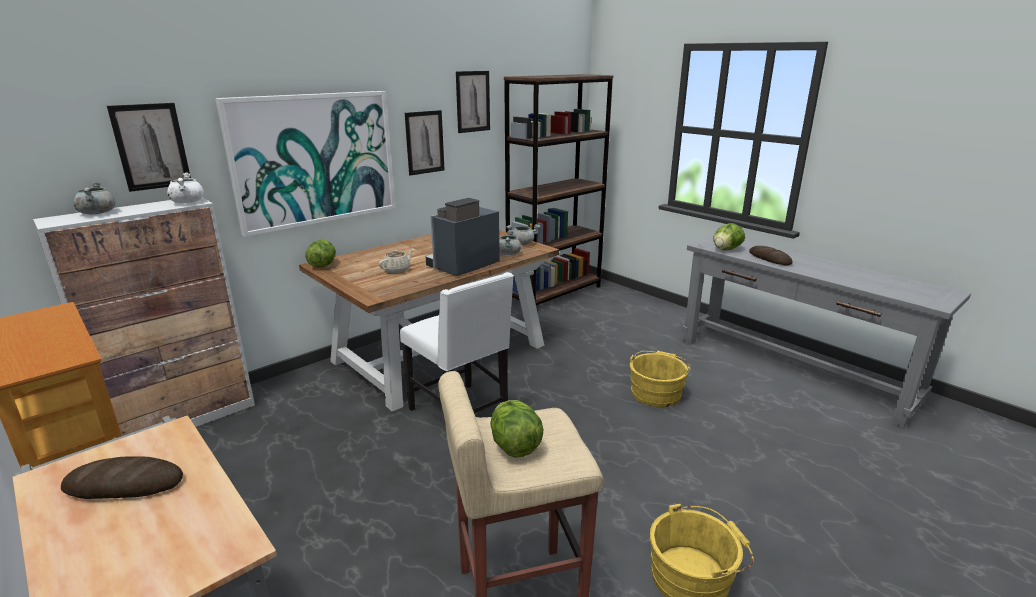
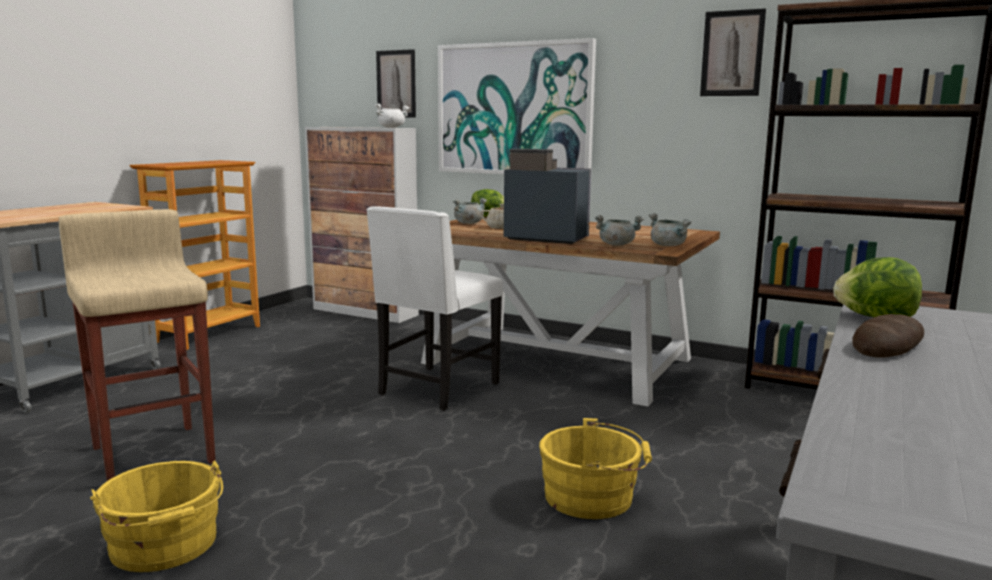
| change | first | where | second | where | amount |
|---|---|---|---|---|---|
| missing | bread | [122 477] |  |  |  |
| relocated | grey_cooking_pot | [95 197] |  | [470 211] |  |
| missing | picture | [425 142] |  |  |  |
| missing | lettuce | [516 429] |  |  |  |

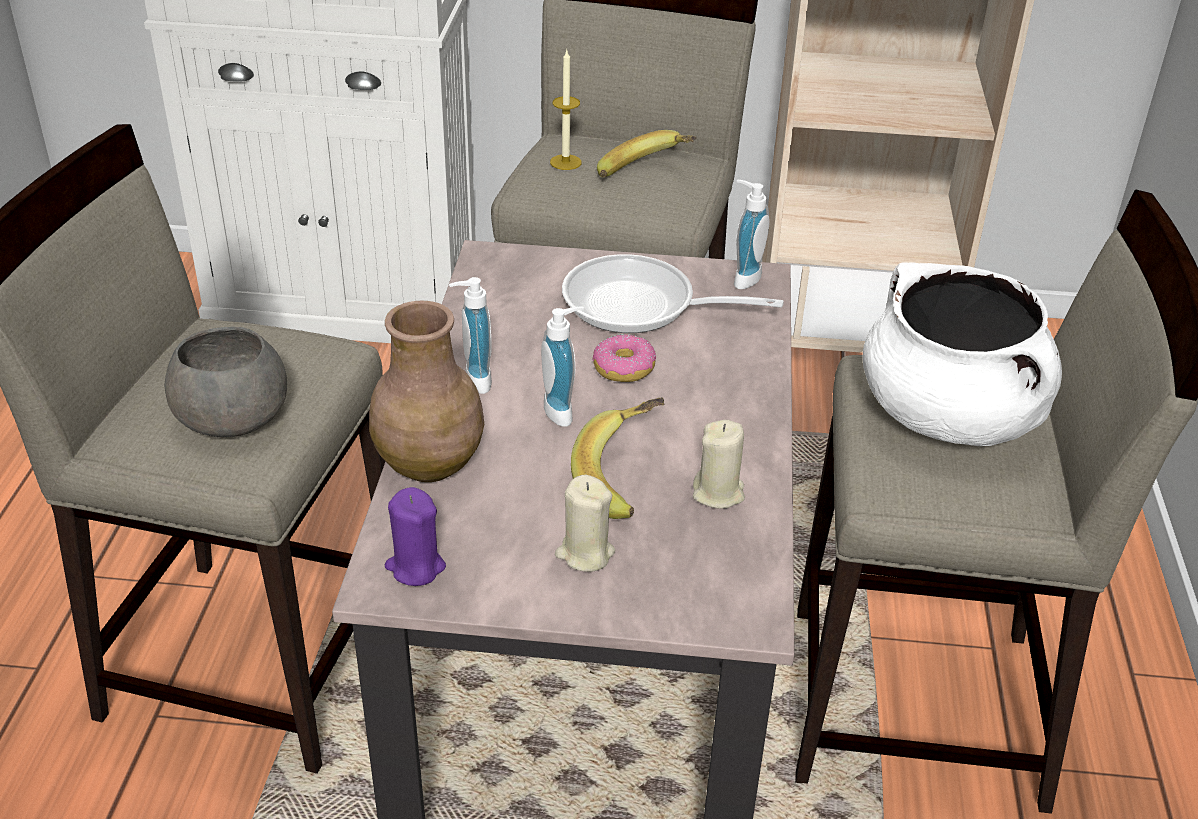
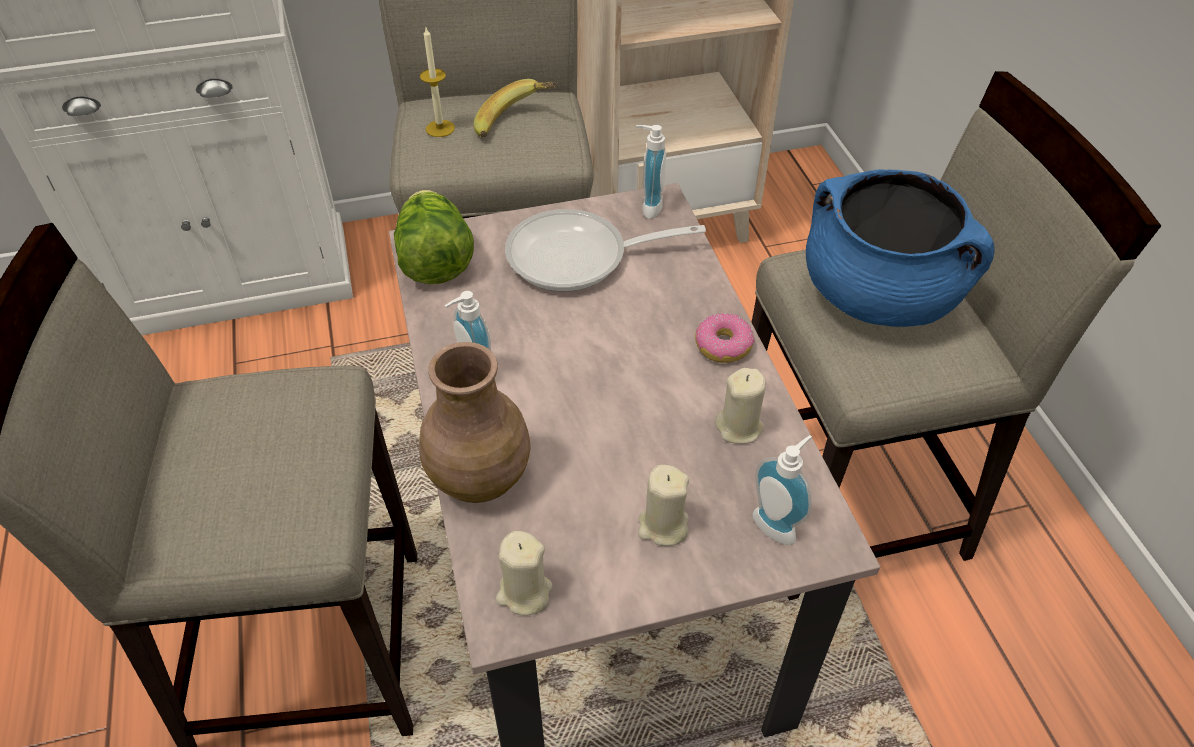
| change | first | where | second | where | amount |
|---|---|---|---|---|---|
| missing | grey_bowl | [226 381] |  |  |  |
| colour | purple_candle | [415 536] | beige_candle | [524 573] |  |
| relocated | soap_dispenser | [562 366] |  | [782 490] |  |
| missing | banana | [618 458] |  |  |  |
| relocated | donut | [624 358] |  | [725 338] |  |
| colour | white_cooking_pot | [962 354] | blue_cooking_pot | [900 248] |  |
| appeared |  |  | lettuce | [434 237] |  |

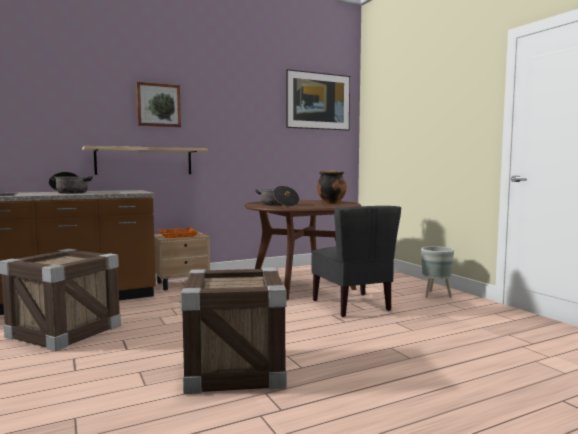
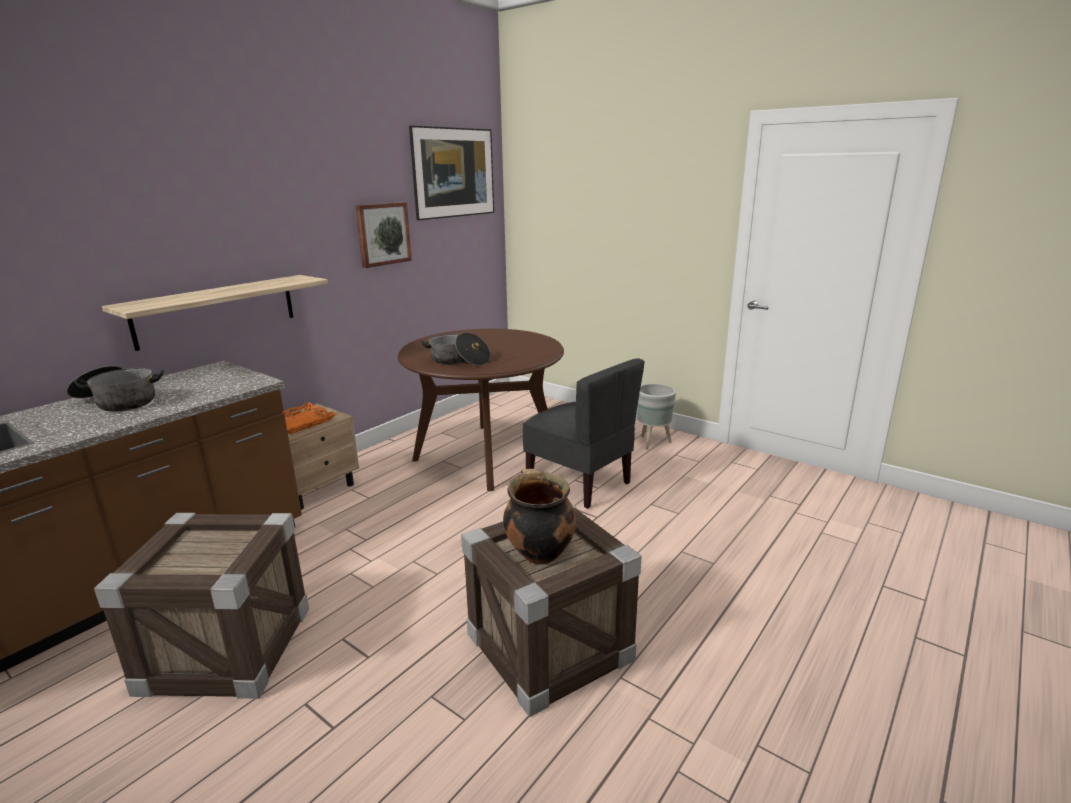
| change | first | where | second | where | amount |
|---|---|---|---|---|---|
| relocated | picture | [158 104] |  | [384 235] |  |
| relocated | cooking_pot | [332 187] |  | [539 517] |  |

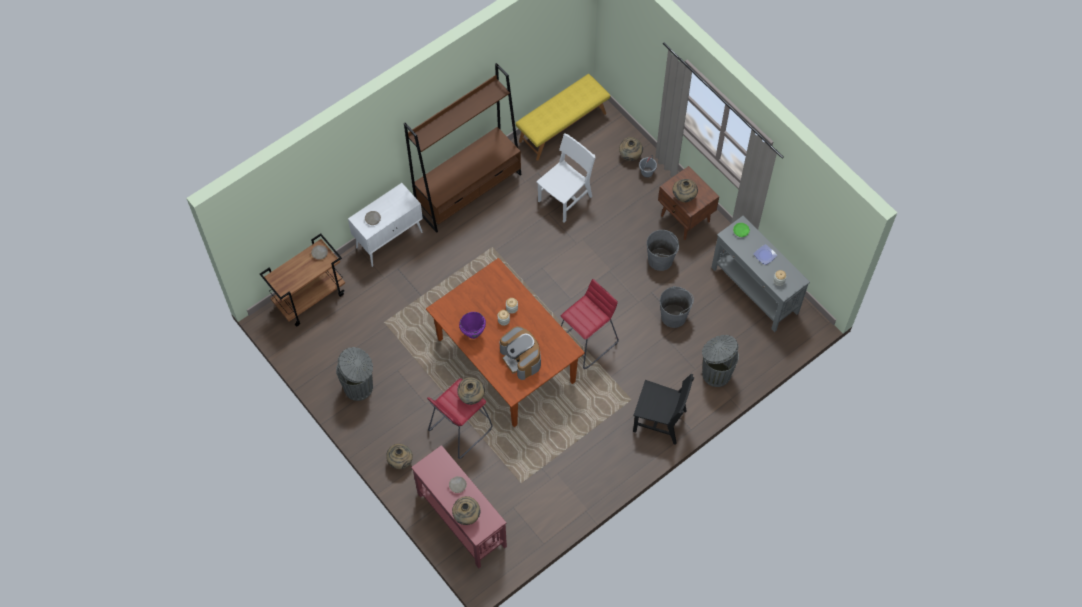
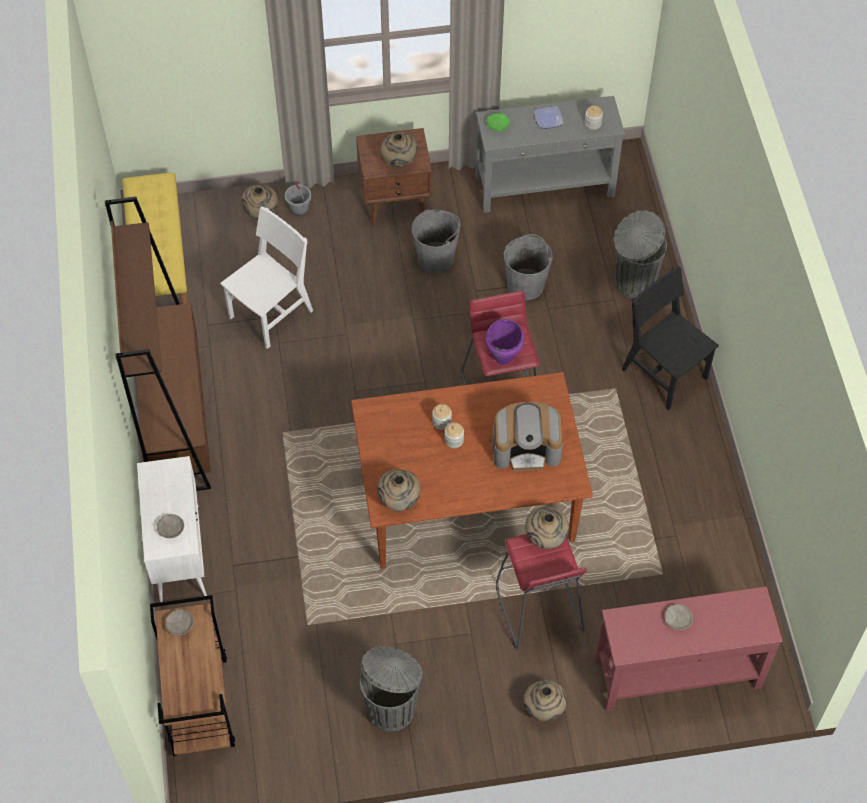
| change | first | where | second | where | amount |
|---|---|---|---|---|---|
| relocated | beige_vase | [466 510] |  | [399 490] |  |
| relocated | purple_cooking_pot | [472 325] |  | [504 342] |  |
| spun | white_chair | [566 177] |  | [266 277] | 60 degrees clockwise |
| spun | black_chair | [664 409] |  | [670 338] | 90 degrees counterclockwise |

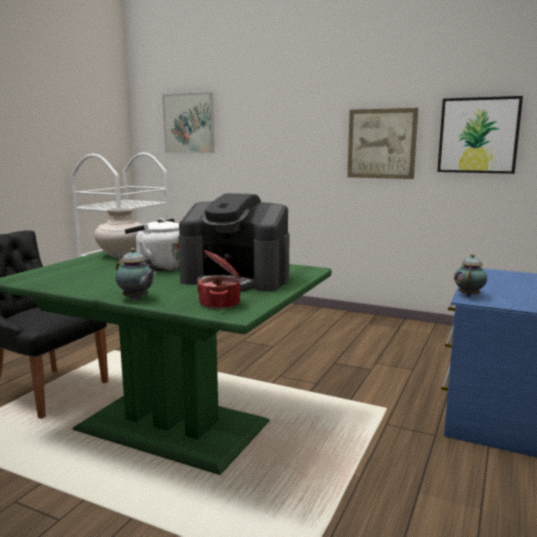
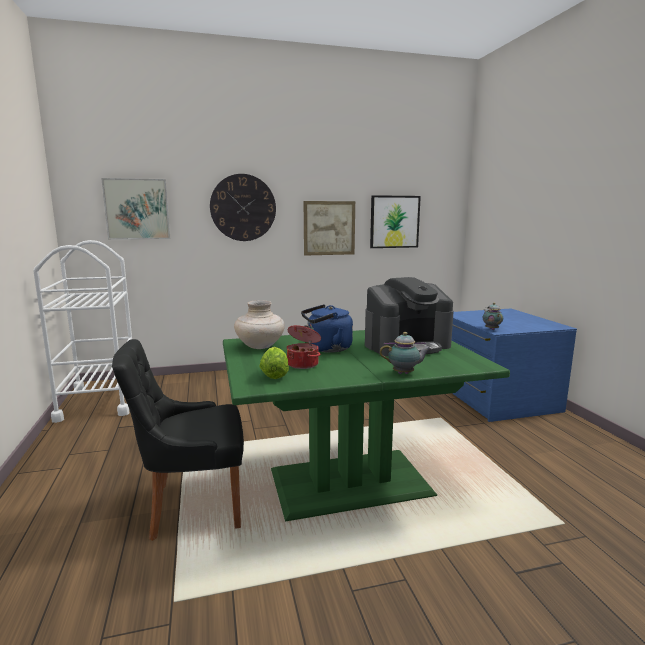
| change | first | where | second | where | amount |
|---|---|---|---|---|---|
| colour | white_kettle | [152 244] | blue_kettle | [327 328] |  |
| relocated | cooking_pot | [219 279] |  | [303 347] |  |
| appeared |  |  | wall_clock | [243 207] |  |
| appeared |  |  | lettuce | [274 363] |  |

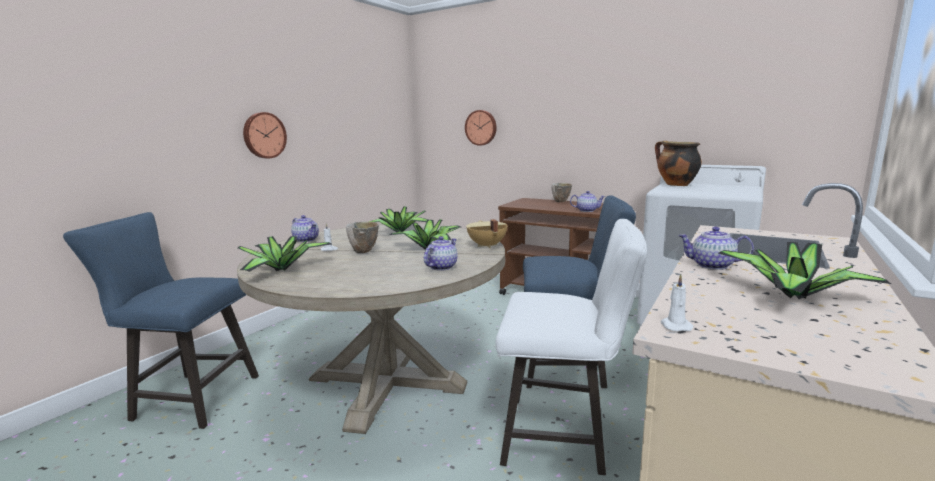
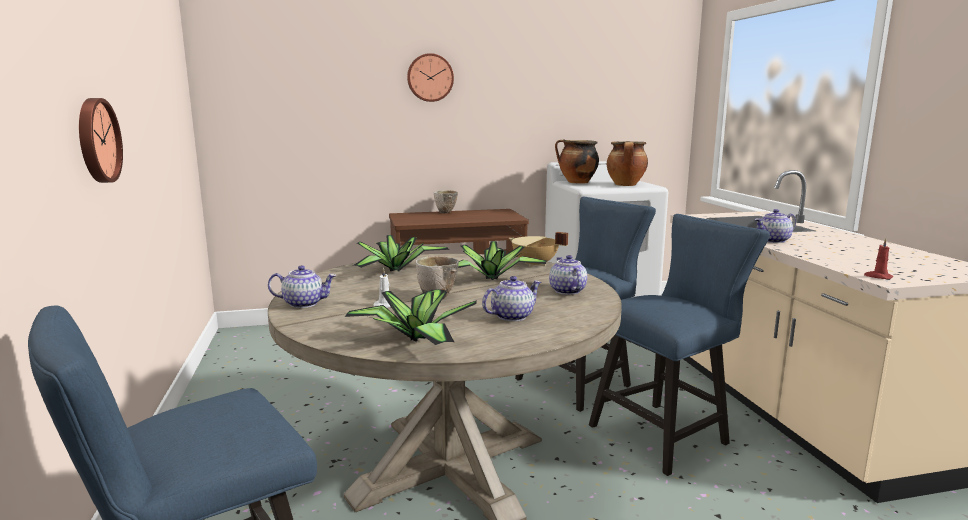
| change | first | where | second | where | amount |
|---|---|---|---|---|---|
| relocated | wall_clock | [481 128] |  | [430 77] |  |
| colour | white_chair | [571 347] | blue_chair | [679 345] |  |
| relocated | teapot | [587 201] |  | [511 299] |  |
| colour | white_candle | [677 303] | red_candle | [878 258] |  |
| missing | potted_plant | [805 270] |  |  |  |
| appeared |  |  | cooking_pot | [627 163] |  |

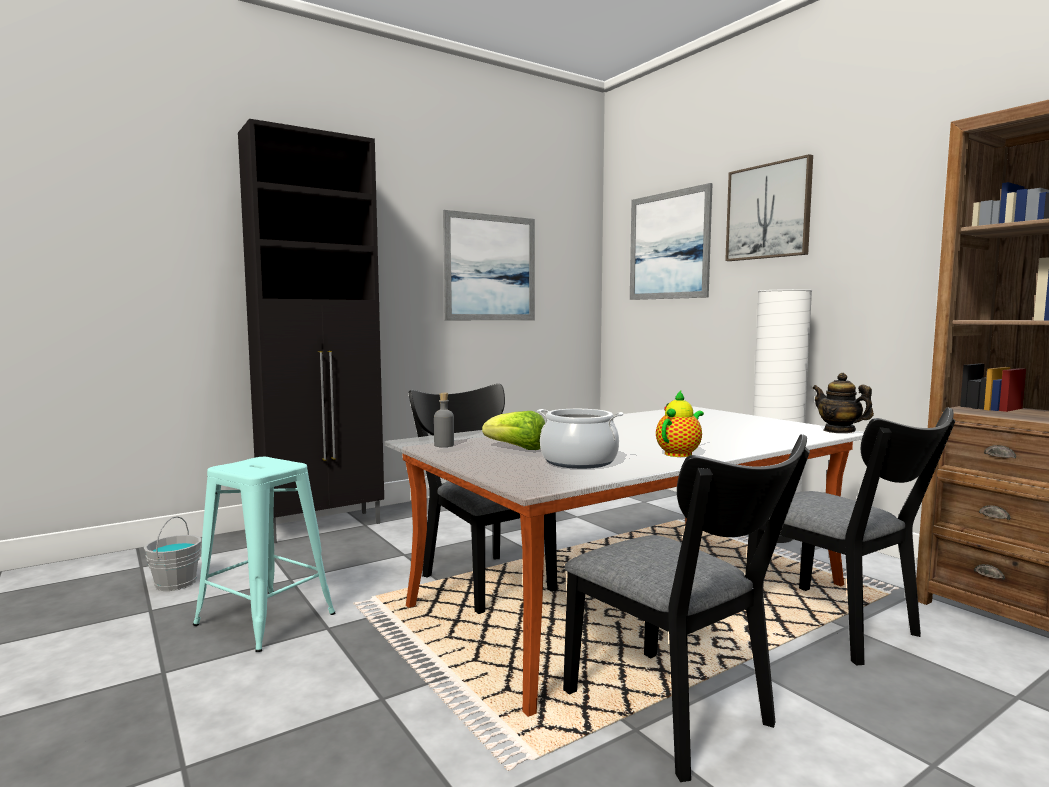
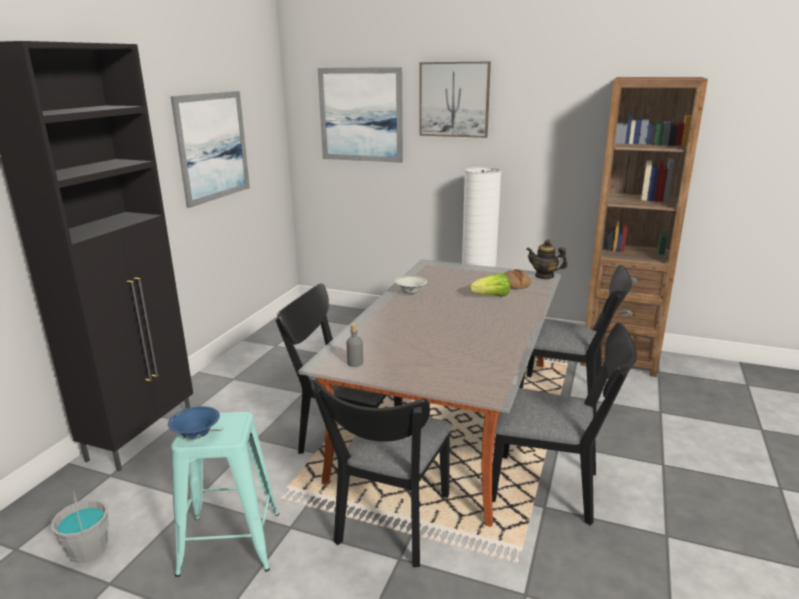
| change | first | where | second | where | amount |
|---|---|---|---|---|---|
| relocated | lettuce | [513 430] |  | [489 285] |  |
| missing | cooking_pot | [580 439] |  |  |  |
| missing | teapot | [680 424] |  |  |  |
| appeared |  |  | blue_bowl | [194 422] |  |
| appeared |  |  | black_chair | [382 472] |  |
| appeared |  |  | white_bowl | [411 285] |  |
| appeared |  |  | bread | [517 279] |  |

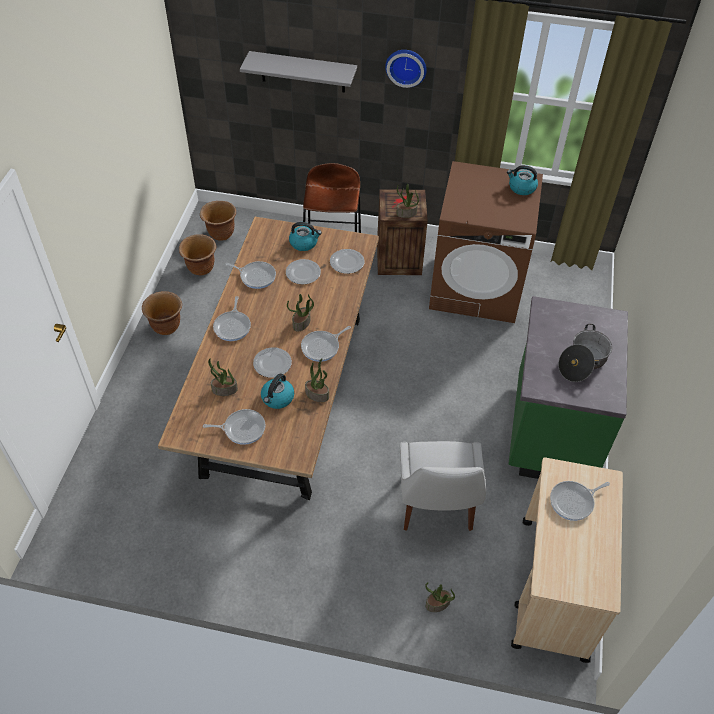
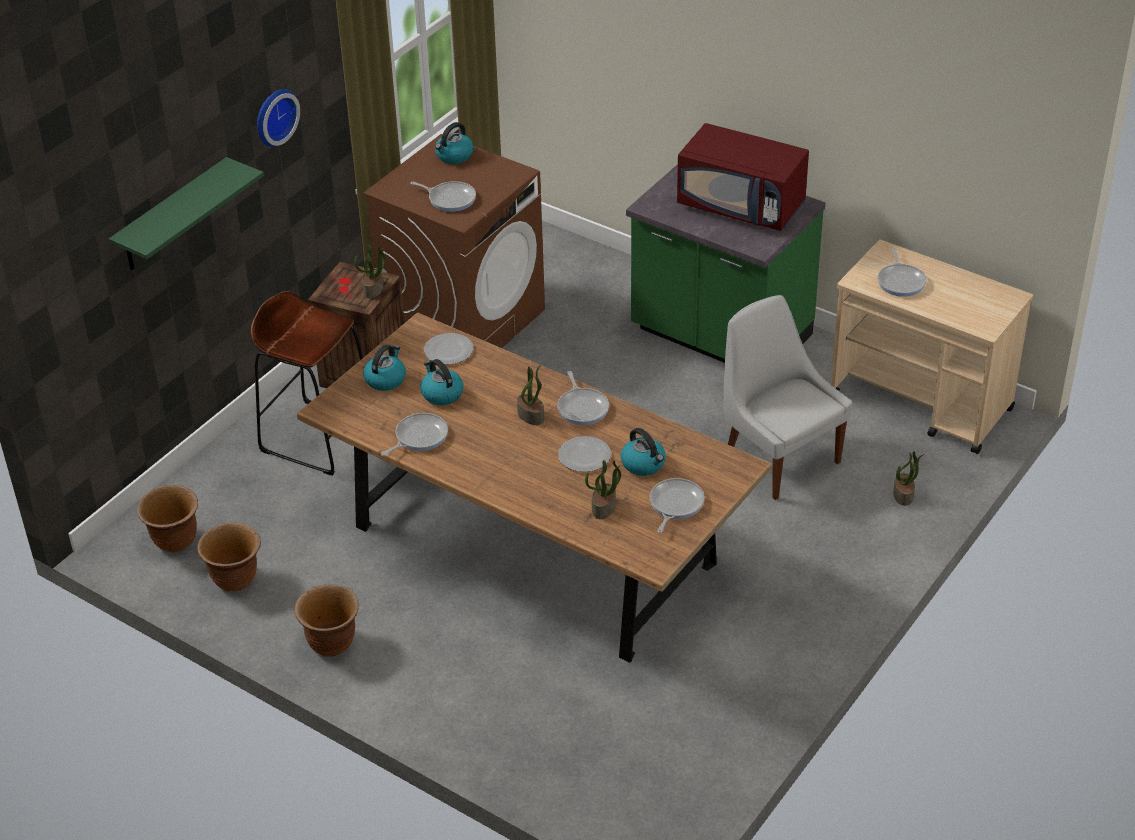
| change | first | where | second | where | amount |
|---|---|---|---|---|---|
| relocated | frying_pan | [232 318] |  | [443 196] |  |
| colour | grey_shelf | [298 72] | green_shelf | [186 213] |  |
| exchanged | plate | [303 271] | kettle | [441 382] |  |
| missing | potted_plant | [317 380] |  |  |  |
| spun | white_chair | [443 486] |  | [788 397] | 150 degrees counterclockwise |
| exchanged | cooking_pot | [585 353] | red_microwave | [743 177] |  |

